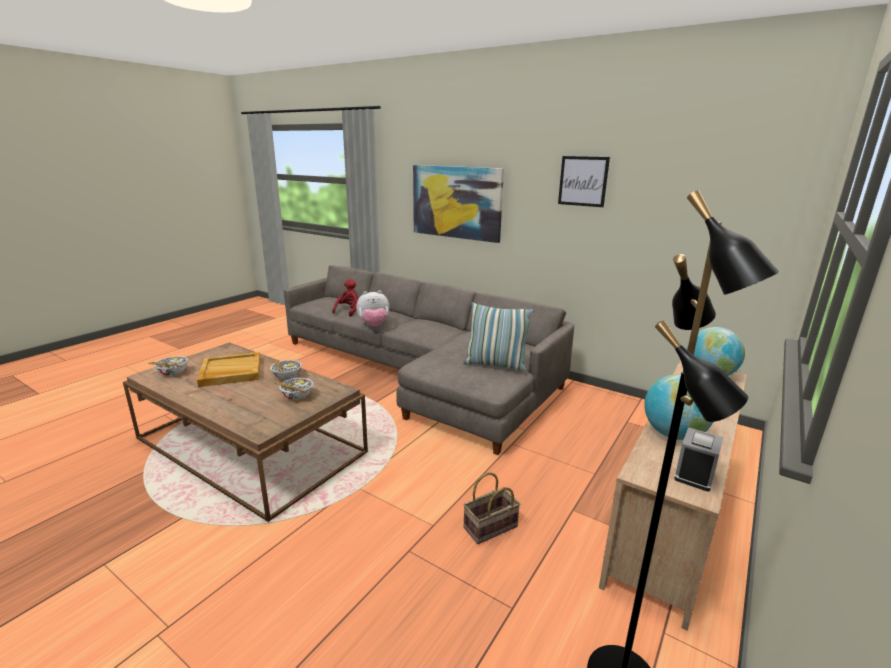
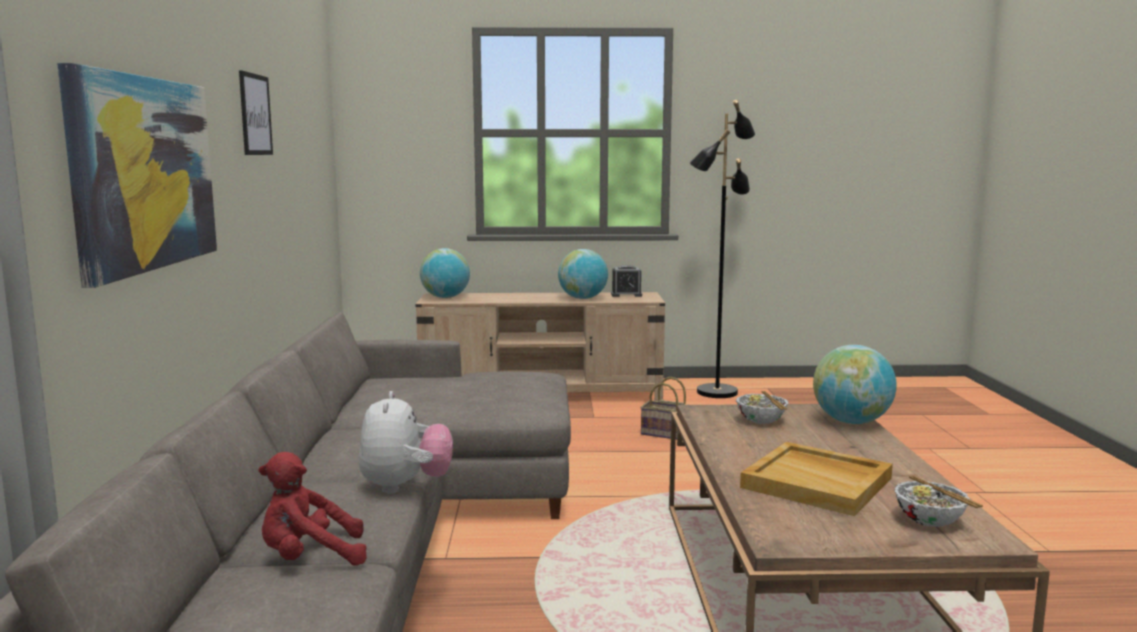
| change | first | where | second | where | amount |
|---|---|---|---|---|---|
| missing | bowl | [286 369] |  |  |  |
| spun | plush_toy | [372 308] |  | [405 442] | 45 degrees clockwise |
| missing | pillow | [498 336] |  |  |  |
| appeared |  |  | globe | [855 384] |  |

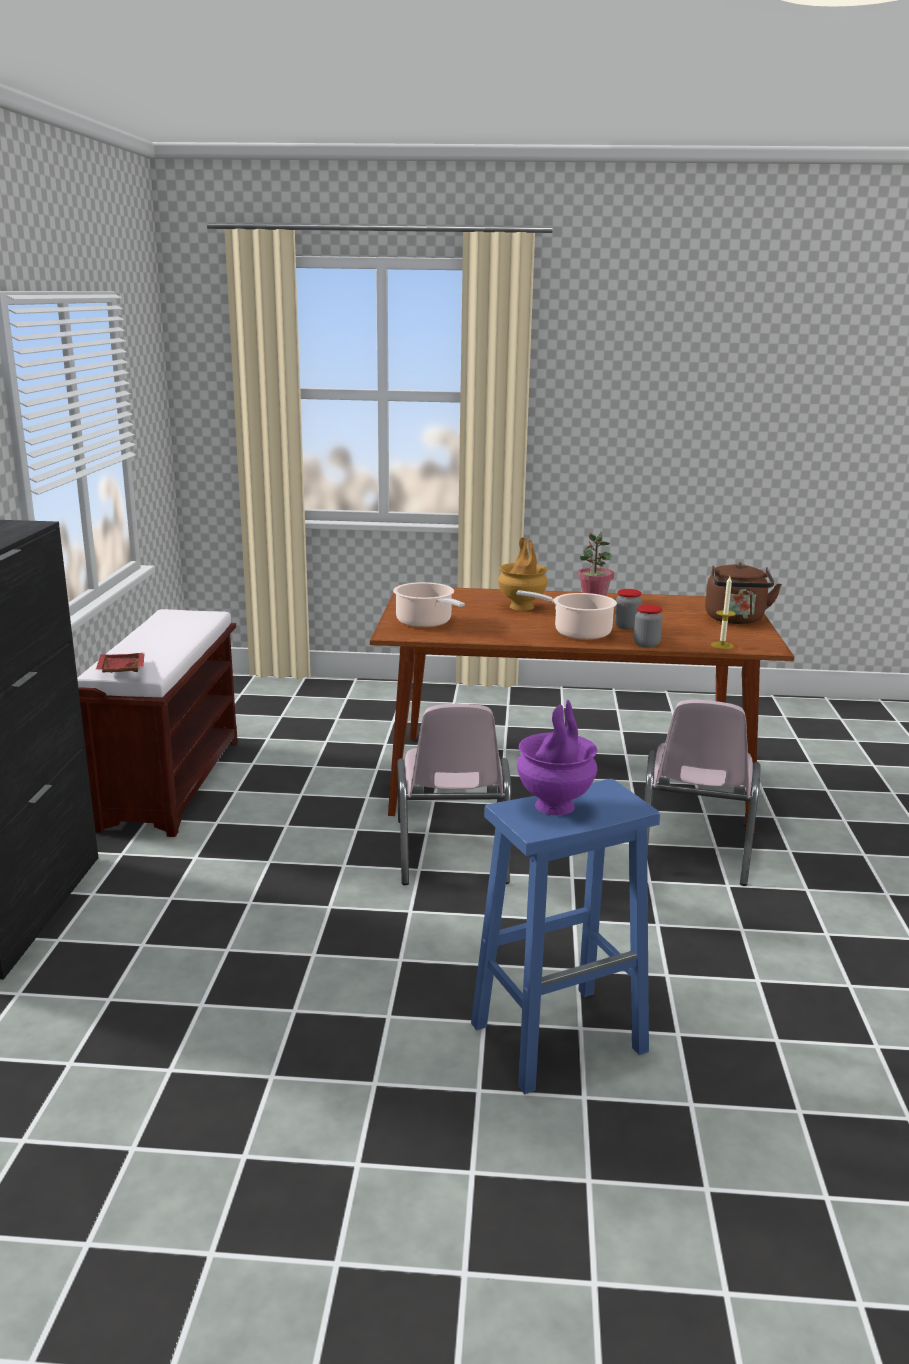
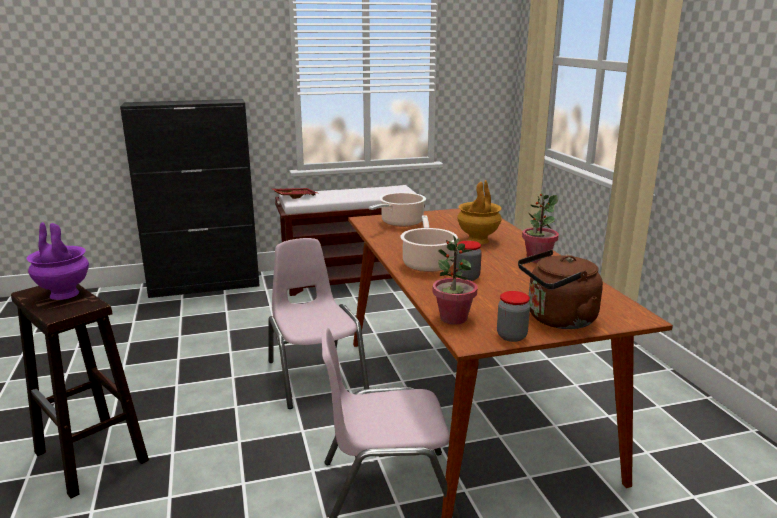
| change | first | where | second | where | amount |
|---|---|---|---|---|---|
| spun | pink_chair | [454 794] |  | [318 323] | 90 degrees clockwise |
| colour | blue_stool | [565 936] | brown_stool | [80 391] |  |
| relocated | jar | [648 626] |  | [513 316] |  |
| exchanged | candle | [723 612] | potted_plant | [455 280] |  |

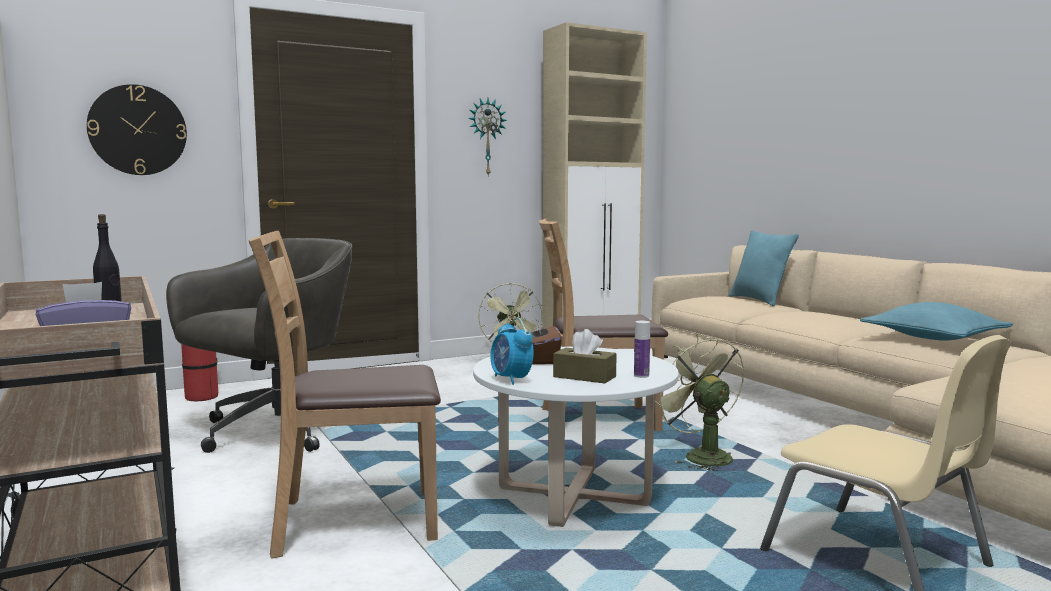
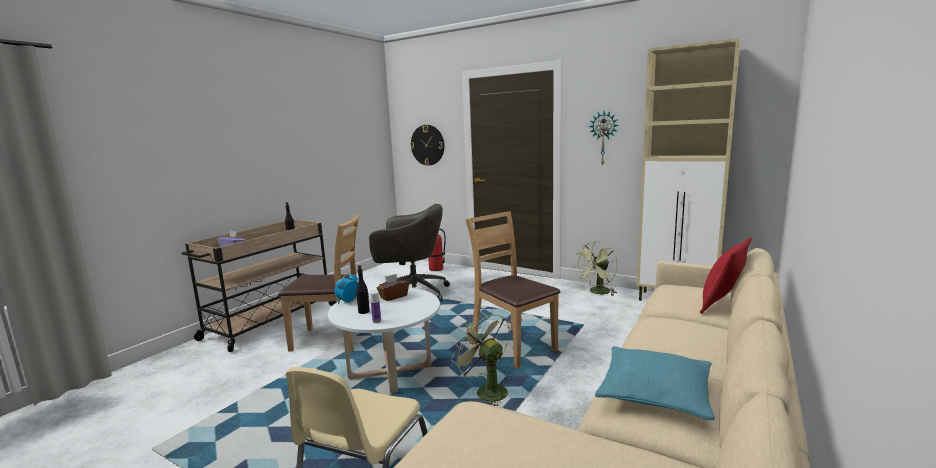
| change | first | where | second | where | amount |
|---|---|---|---|---|---|
| spun | brown_chair | [344 395] |  | [318 283] | 135 degrees clockwise |
| exchanged | brown_tissue_box | [585 356] | black_bottle | [363 289] |  |
| spun | green_fan | [699 403] |  | [480 358] | 75 degrees counterclockwise |
| colour | turquoise_pillow | [764 268] | red_pillow | [726 275] |  |

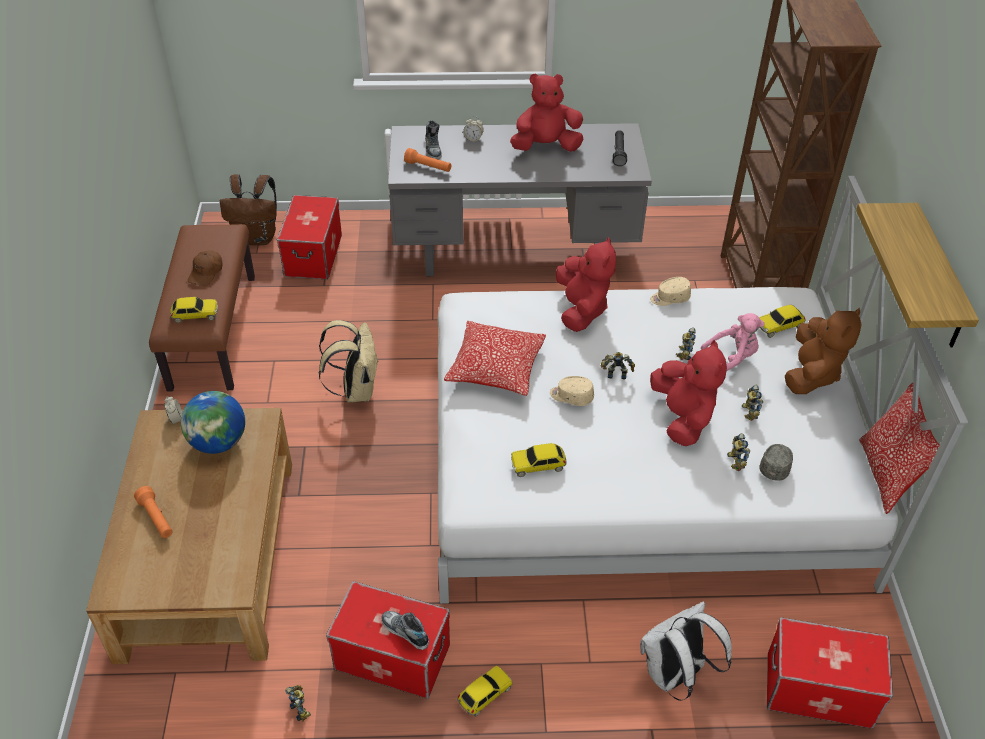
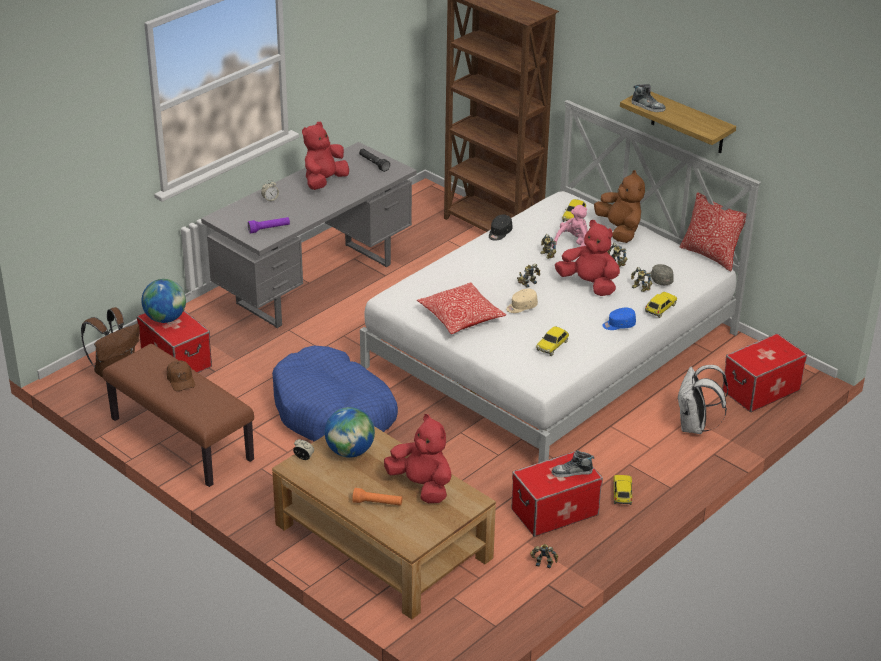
| change | first | where | second | where | amount |
|---|---|---|---|---|---|
| relocated | toy_car | [194 310] |  | [661 305] |  |
| exchanged | beige_backpack | [347 361] | blue_dog_bed | [335 394] |  |
| colour | orange_flashlight | [427 160] | purple_flashlight | [269 225] |  |
| relocated | shoe | [433 139] |  | [649 98] |  |
| relocated | red_plush_toy | [586 284] |  | [418 458] |  |
| colour | beige_cap | [670 291] | black_cap | [501 228] |  |
| appeared |  |  | globe | [164 301] |  |
| appeared |  |  | blue_cap | [619 319] |  |

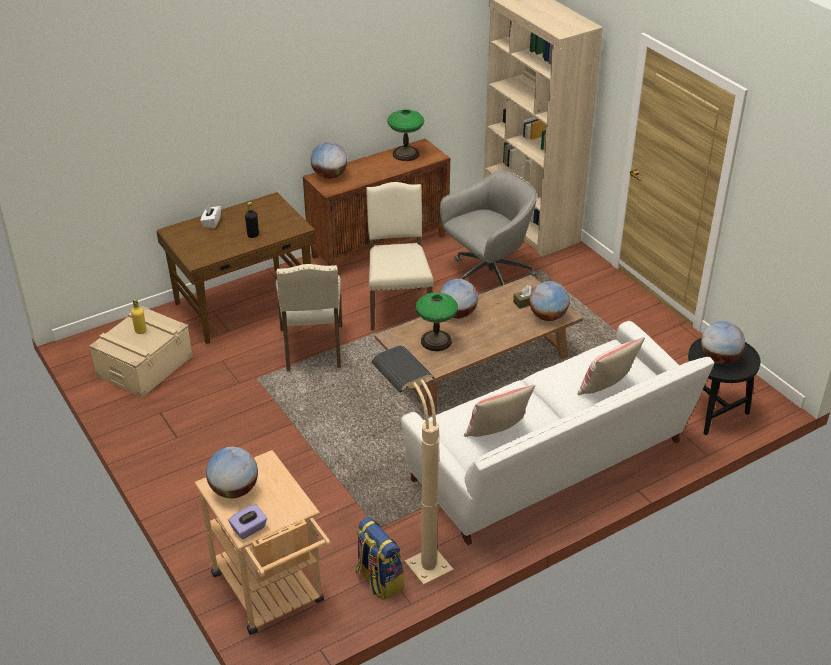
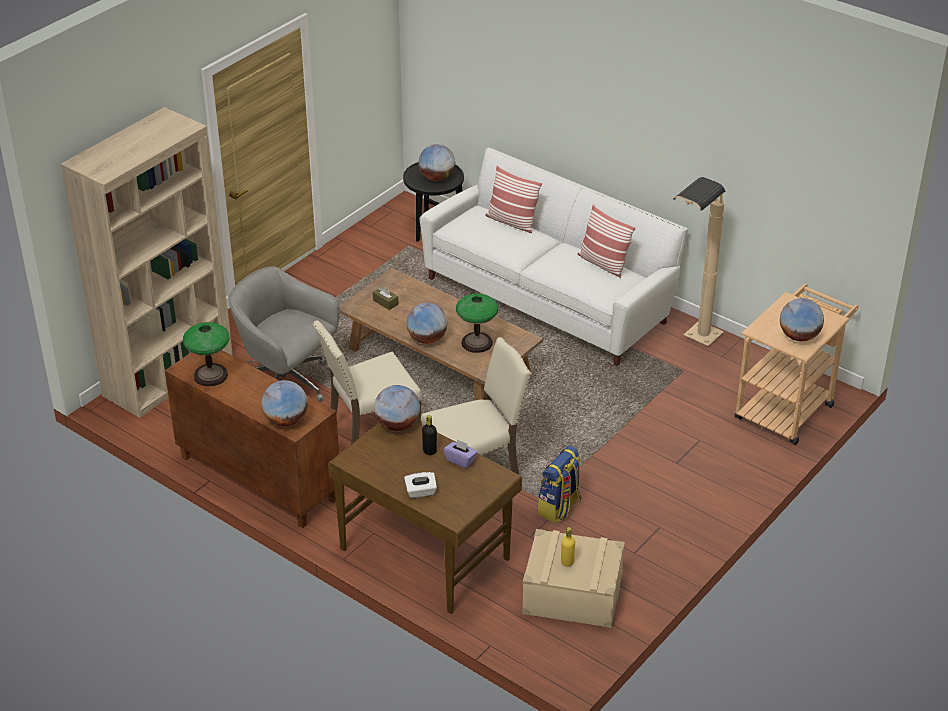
| change | first | where | second | where | amount |
|---|---|---|---|---|---|
| relocated | purple_tissue_box | [247 521] |  | [460 453] |  |
| relocated | backpack | [380 558] |  | [559 484] |  |
| relocated | globe | [550 301] |  | [397 408] |  |

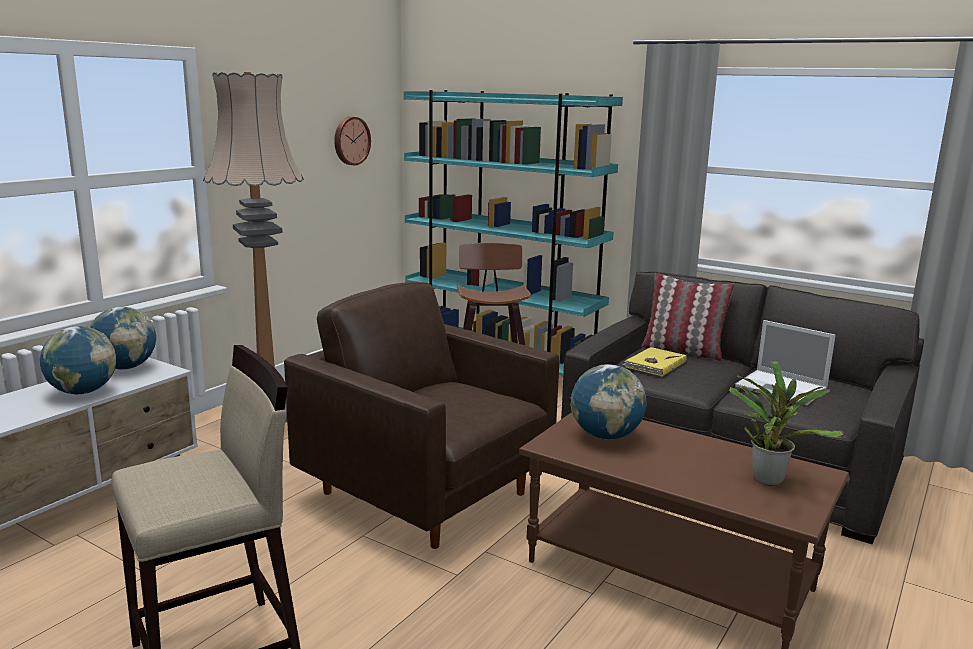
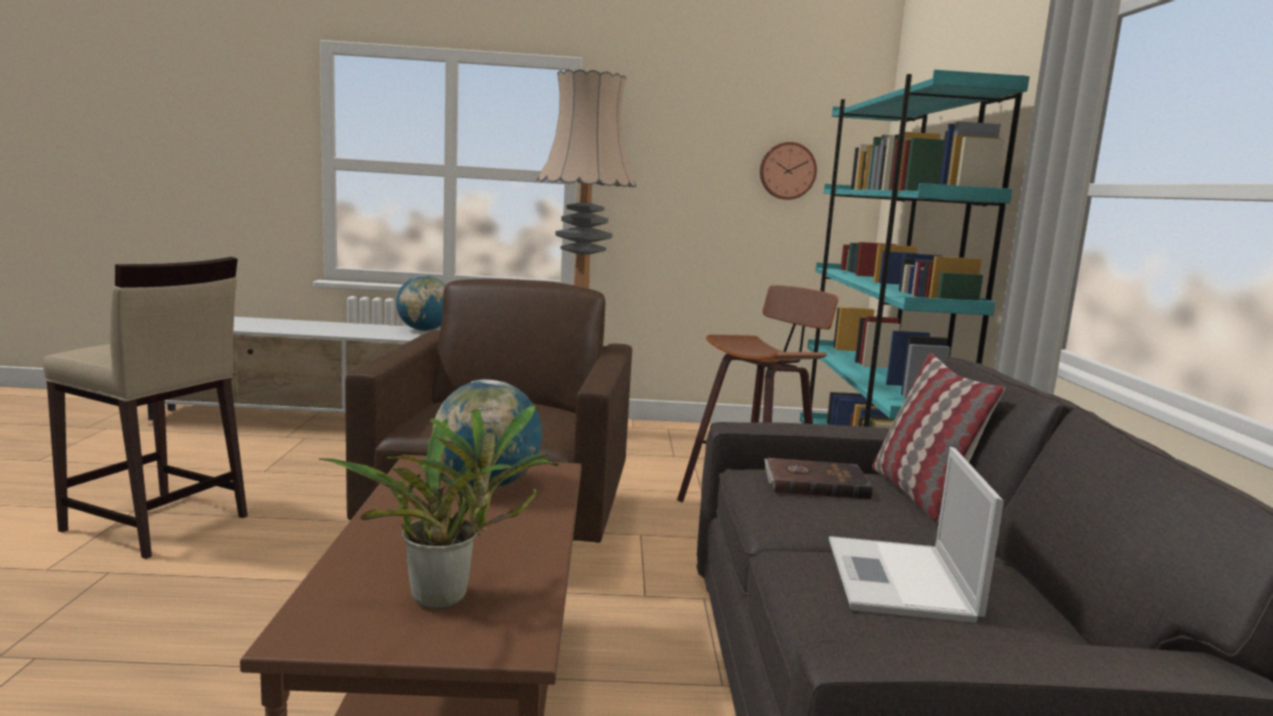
| change | first | where | second | where | amount |
|---|---|---|---|---|---|
| missing | globe | [78 360] |  |  |  |
| colour | yellow_book | [654 361] | brown_book | [818 478] |  |

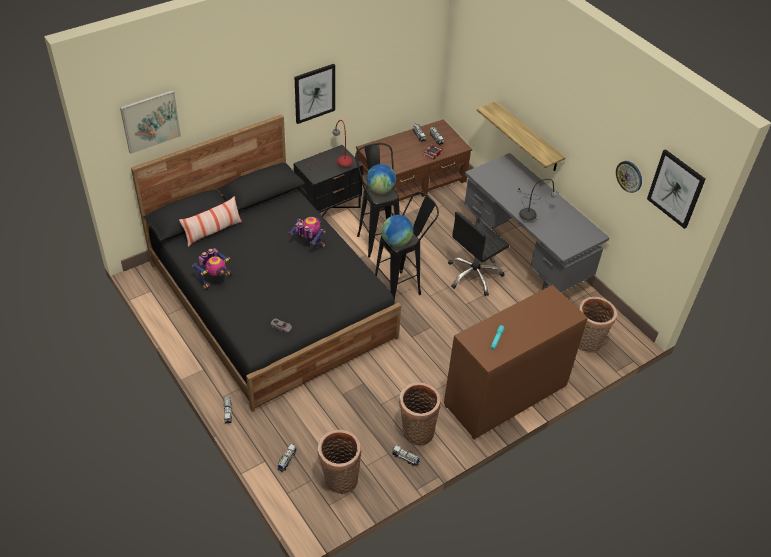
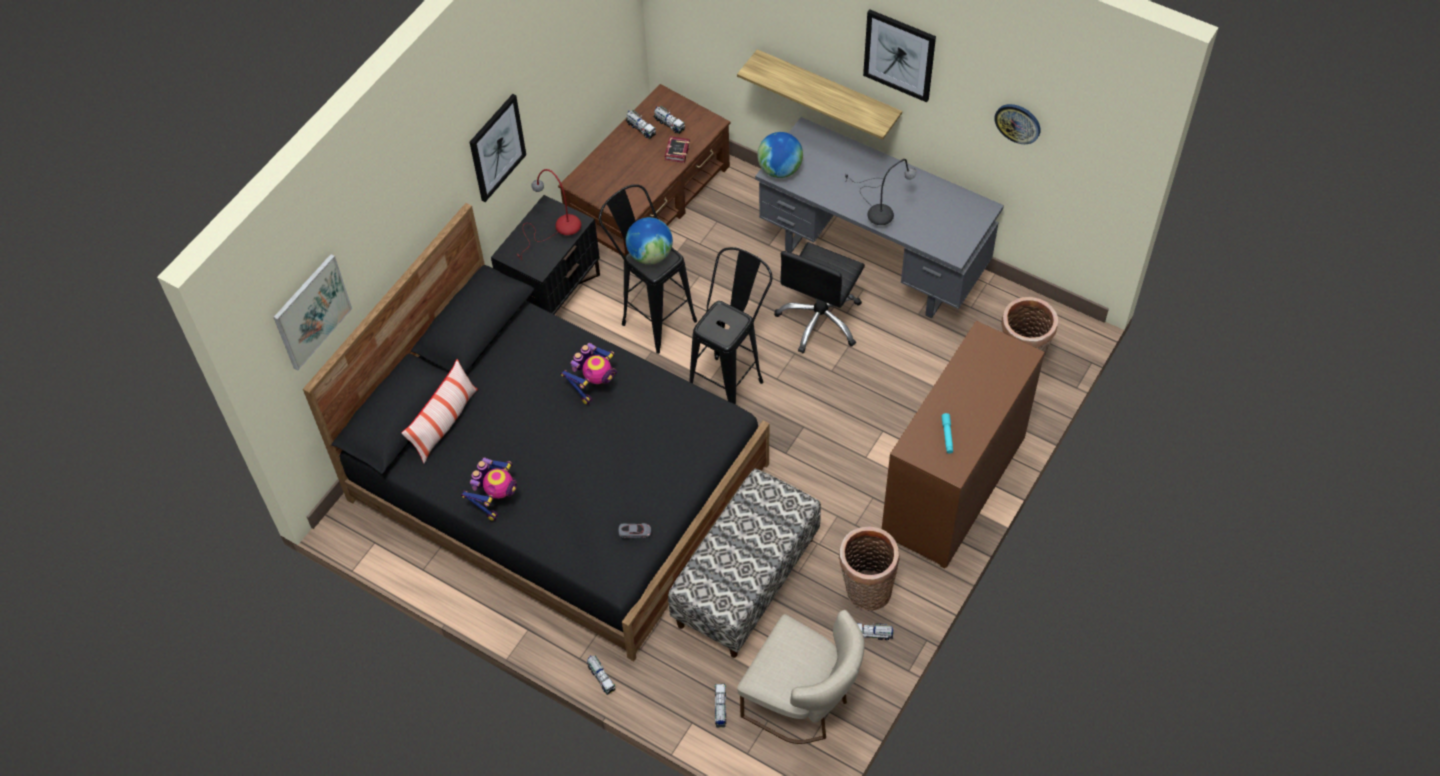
| change | first | where | second | where | amount |
|---|---|---|---|---|---|
| spun | toy_robot | [307 232] |  | [589 374] | 120 degrees clockwise |
| exchanged | basket | [339 462] | beige_chair | [801 677] |  |
| relocated | globe | [397 230] |  | [780 155] |  |
| relocated | picture | [676 189] |  | [899 55] |  |
| appeared |  |  | bench | [744 563] |  |

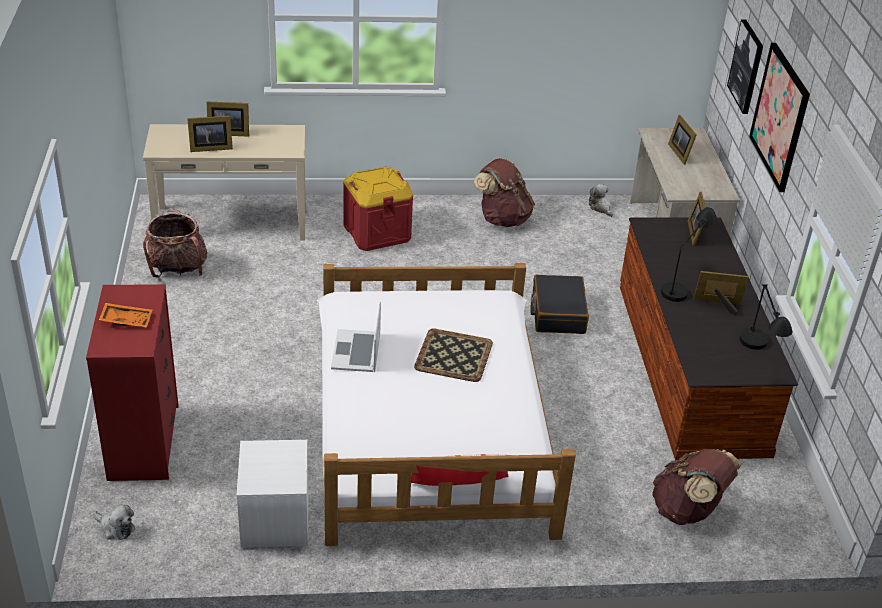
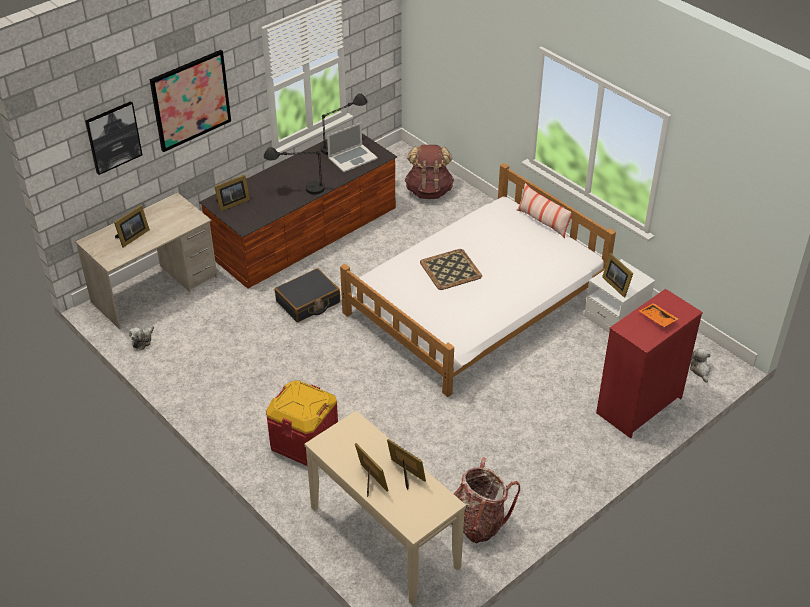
| change | first | where | second | where | amount |
|---|---|---|---|---|---|
| relocated | laptop | [356 337] |  | [352 147] |  |
| missing | brown_backpack | [504 192] |  |  |  |
| relocated | picture_frame | [721 293] |  | [617 275] |  |

